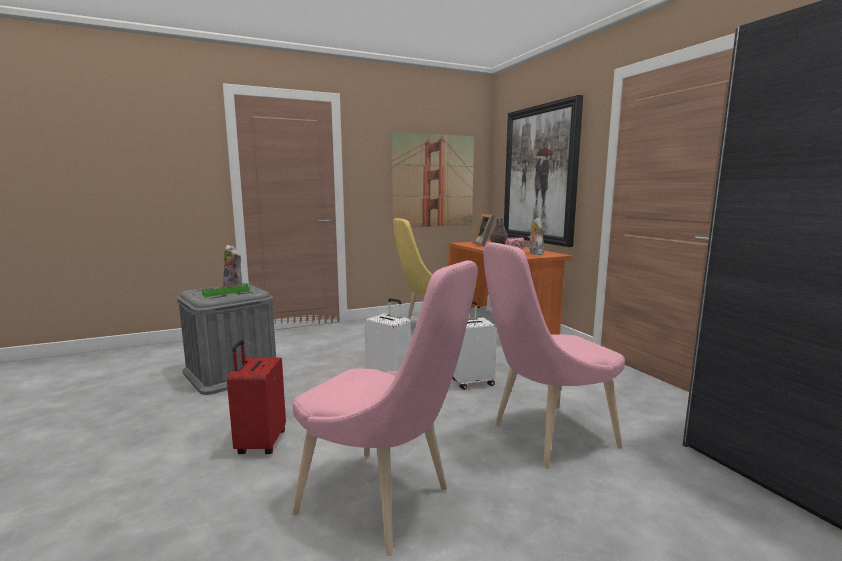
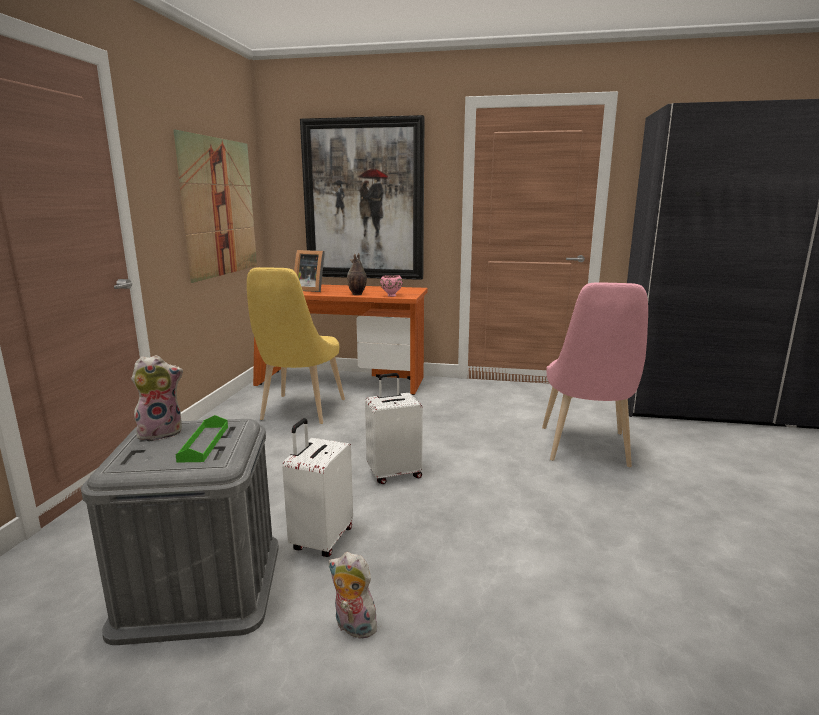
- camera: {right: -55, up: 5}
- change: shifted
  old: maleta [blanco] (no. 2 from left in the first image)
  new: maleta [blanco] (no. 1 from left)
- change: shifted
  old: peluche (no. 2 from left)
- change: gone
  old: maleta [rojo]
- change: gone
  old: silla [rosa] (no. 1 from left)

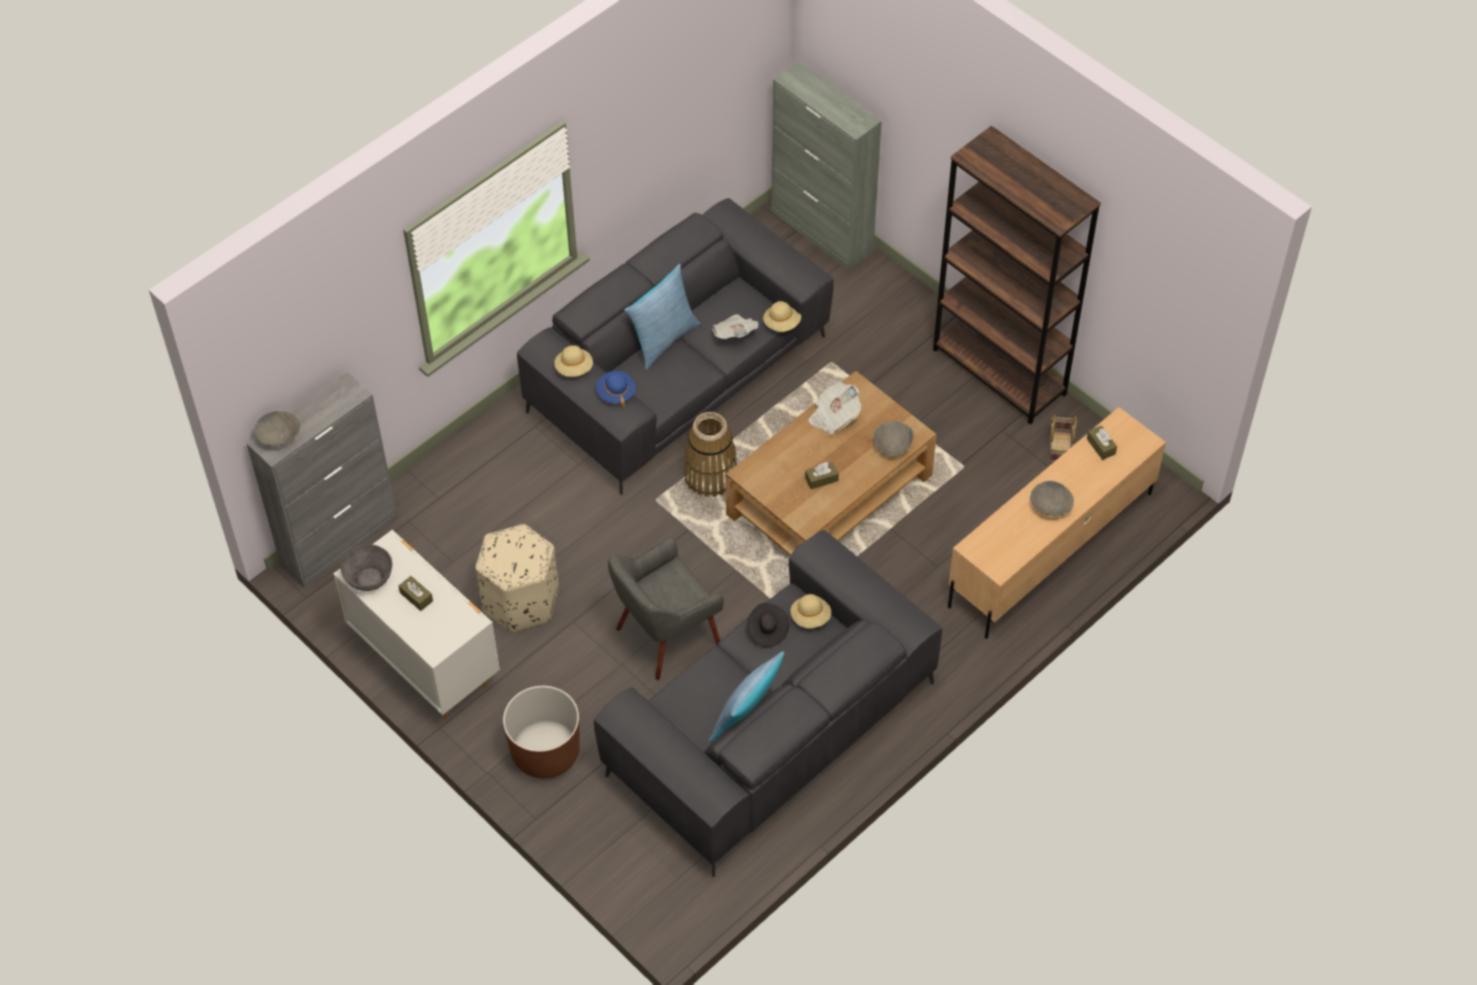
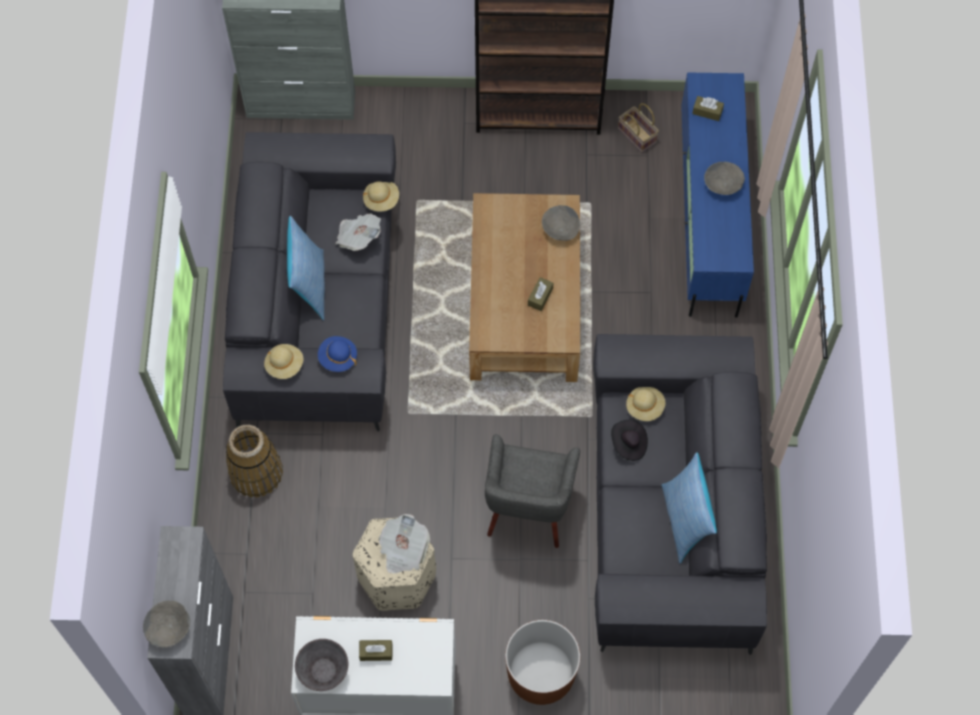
- camera: {right: -45, up: 10}
- change: shifted
  old: cesta (no. 1 from left)
- change: shifted
  old: periódico (no. 2 from left)
- change: repainted
  old: mueble de televisión [beis]
  new: mueble de televisión [azul]

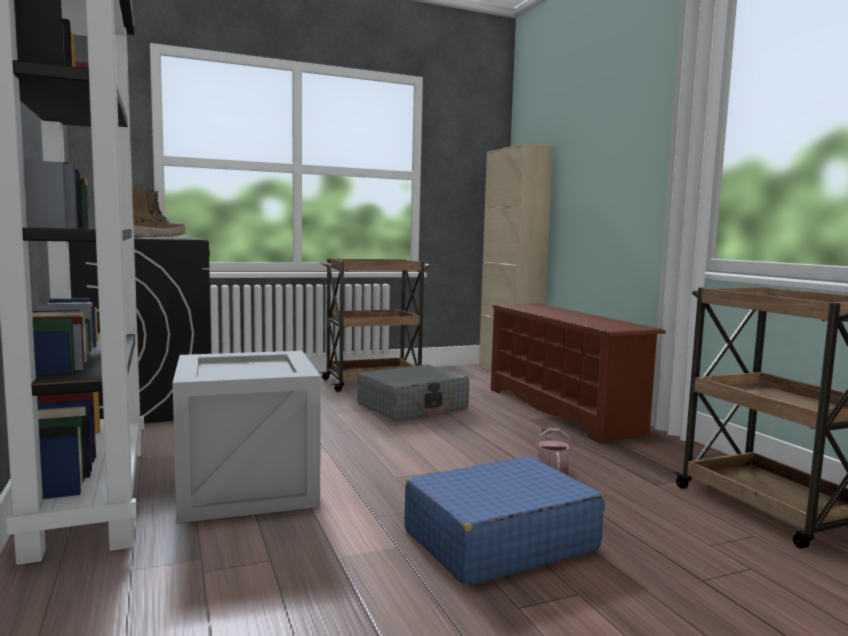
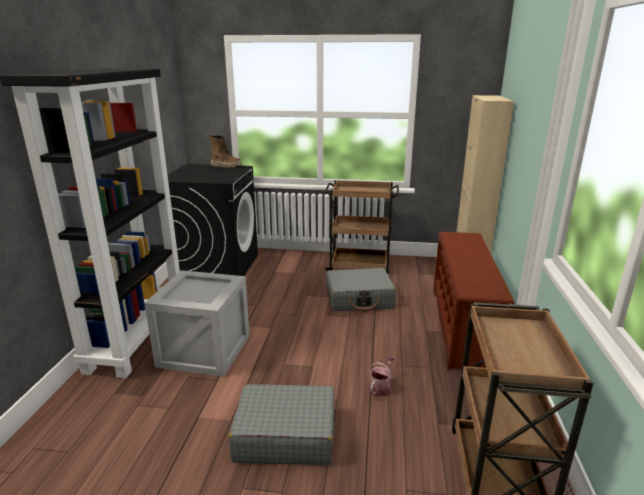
- camera: {right: 30, up: 15}
- change: repainted
  old: maleta [azul]
  new: maleta [gris] (no. 1 from left)

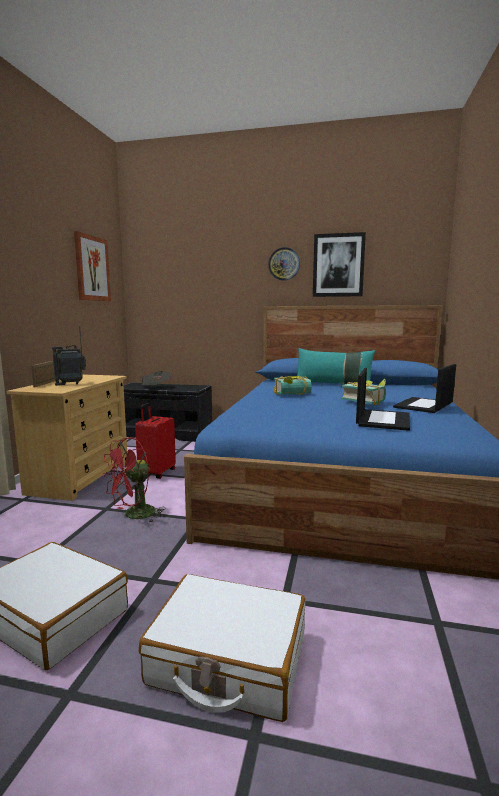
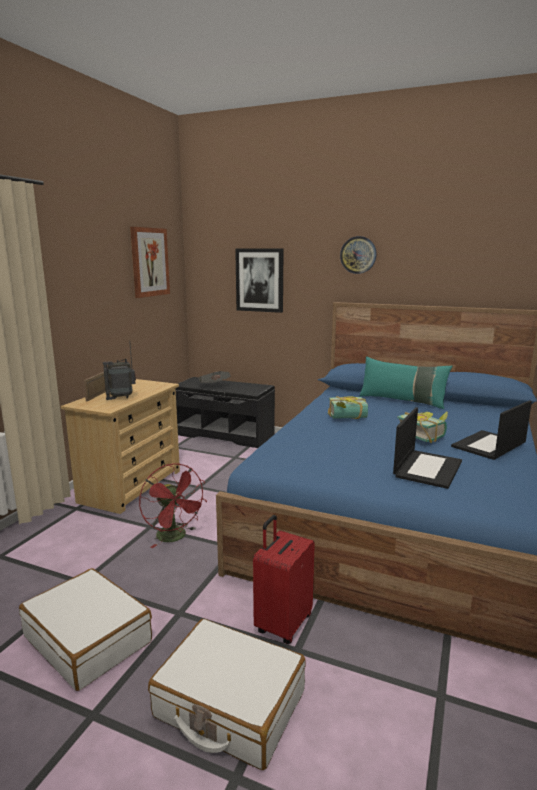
- camera: {right: 10, up: 5}
- change: rotated
  old: ventilador [rojo]
  degrees: -90
- change: shifted
  old: cuadro (no. 2 from left)
- change: shifted
  old: maleta [rojo]

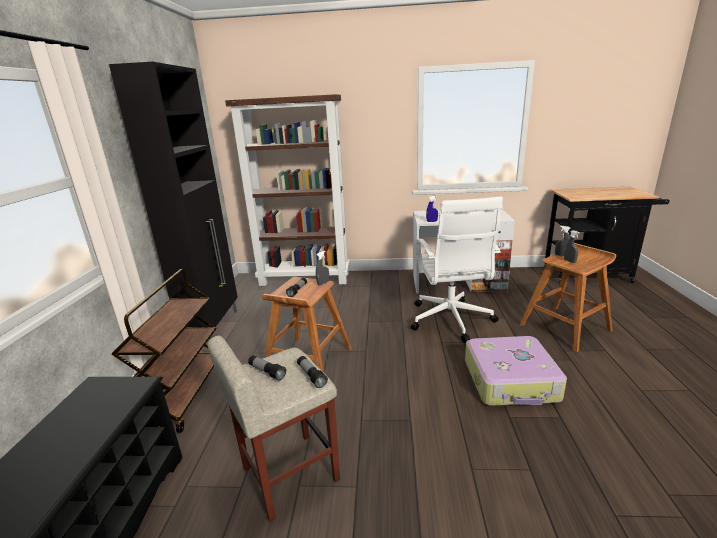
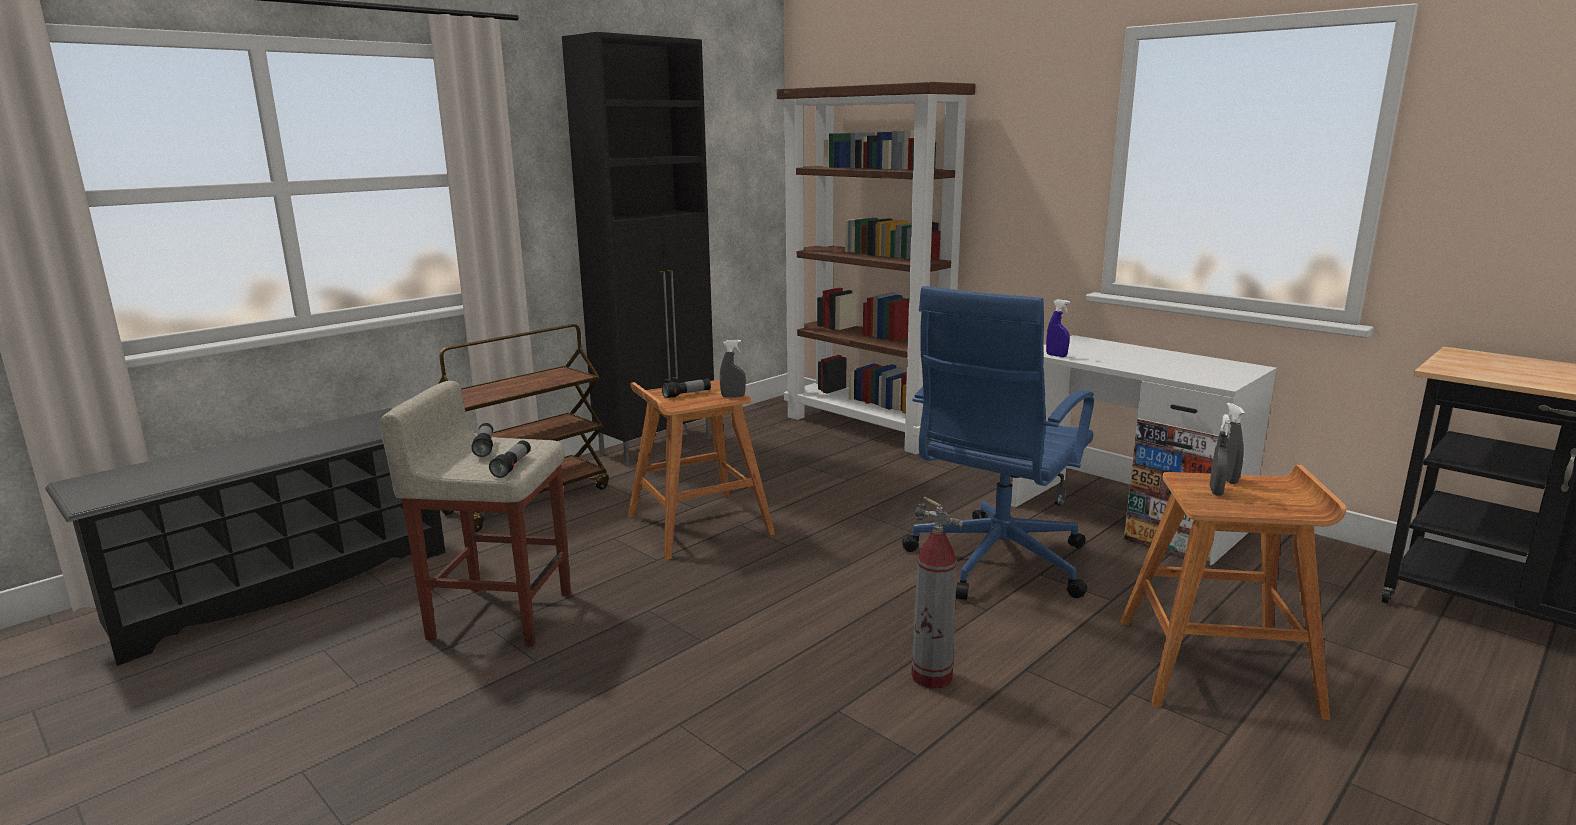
- camera: {right: 40, up: -5}
- change: repainted
  old: silla de oficina [blanco]
  new: silla de oficina [azul]
- change: swapped
  old: maleta
  new: extintor

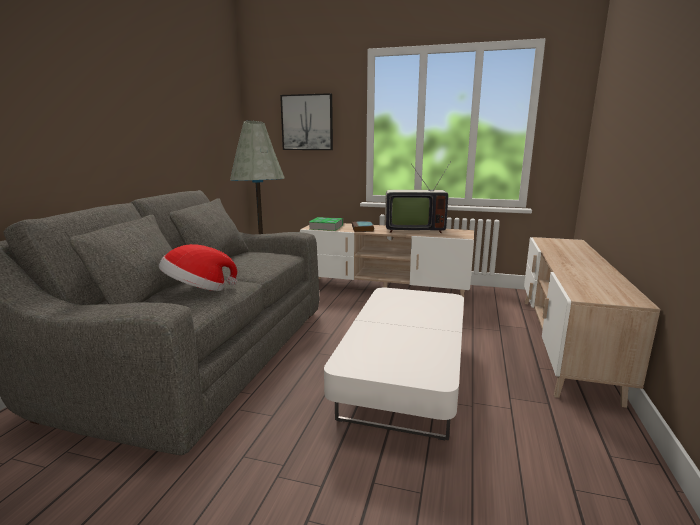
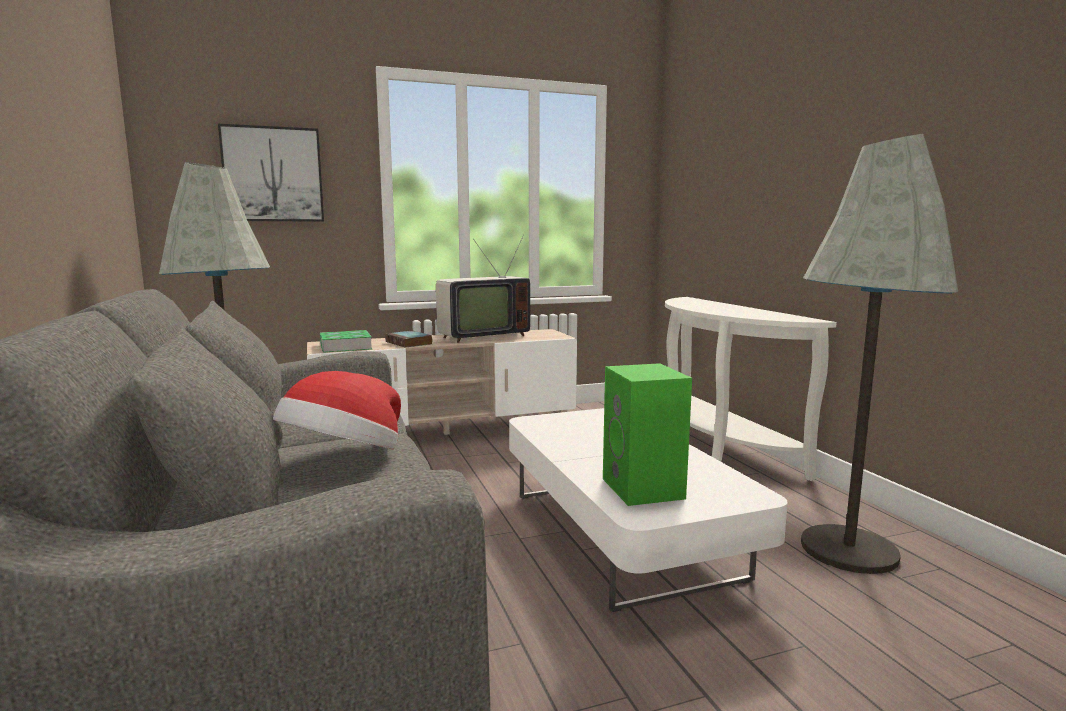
- camera: {right: -35, up: -5}
- change: new
  new: altavoz [verde]
- change: swapped
  old: mueble de televisión [beis] (no. 2 from left)
  new: mesa consola [blanco]
- change: new
  new: lámpara de pie [gris] (no. 2 from left)

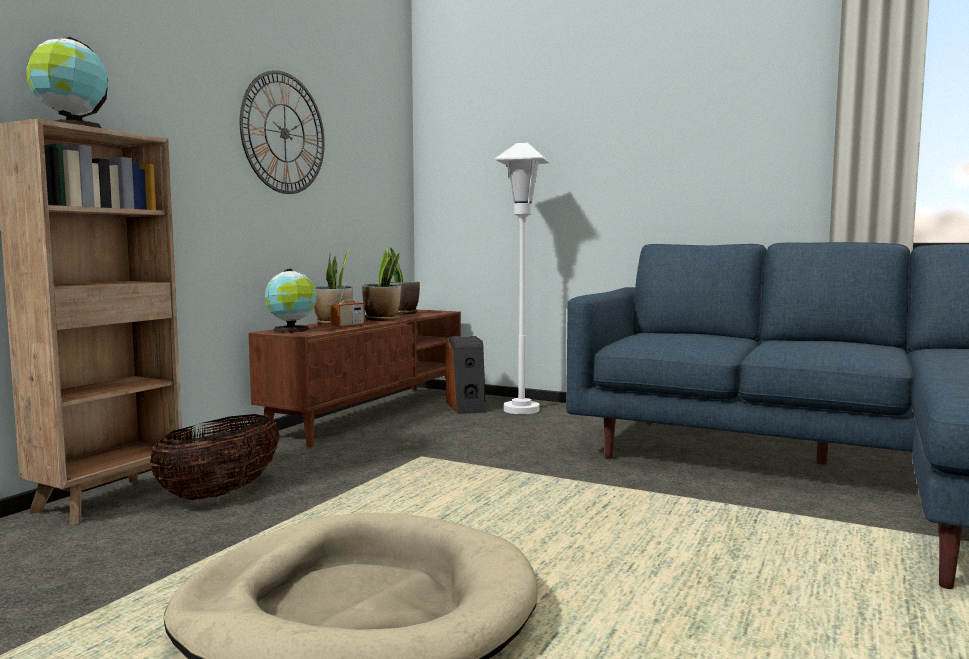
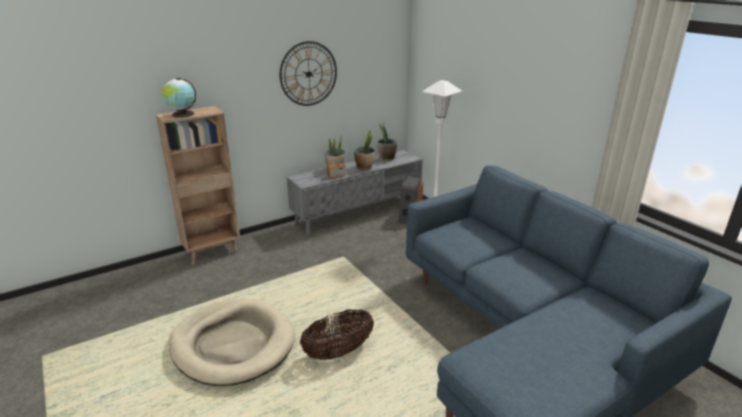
- camera: {right: 30, up: 20}
- change: repainted
  old: mueble de televisión [marrón]
  new: mueble de televisión [gris]
- change: shifted
  old: cesta
- change: gone
  old: globo terráqueo (no. 2 from left)

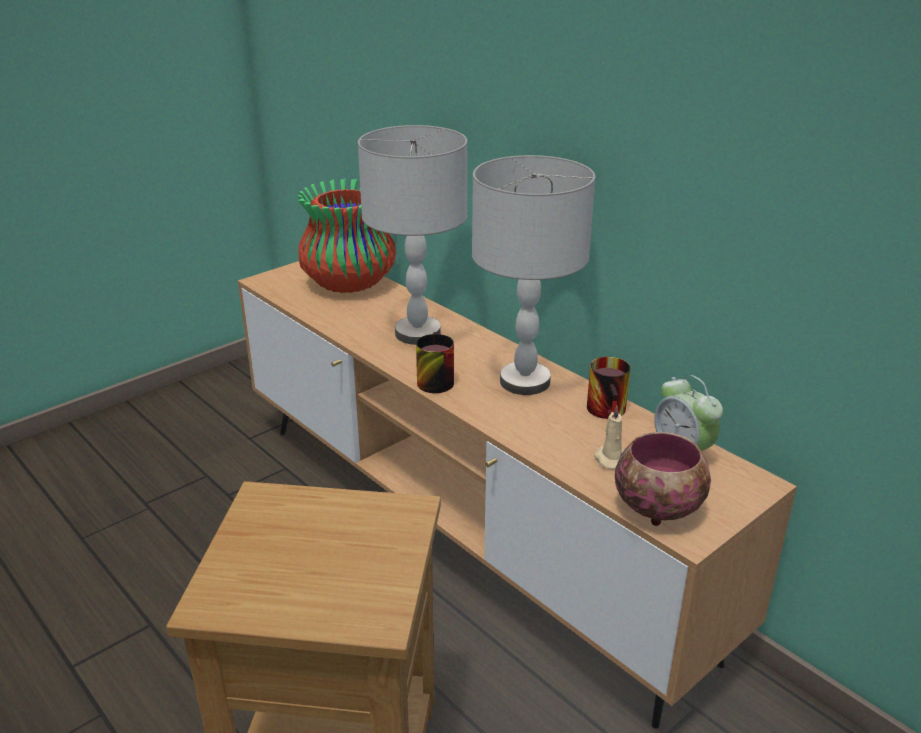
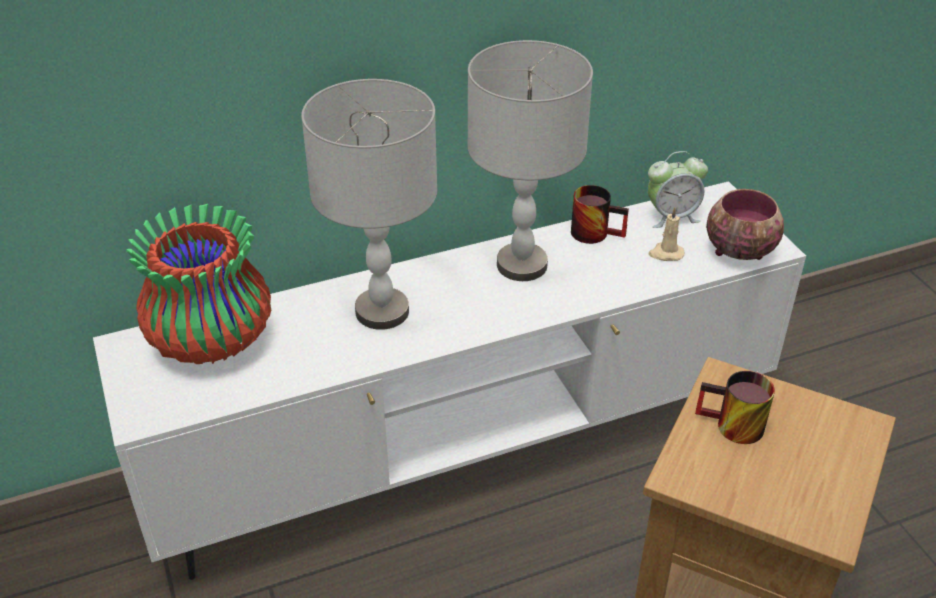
- camera: {right: -70, up: 10}
- change: repainted
  old: mueble de televisión [marrón]
  new: mueble de televisión [blanco]
- change: shifted
  old: taza grande (no. 1 from left in the first image)
  new: taza grande (no. 2 from left)

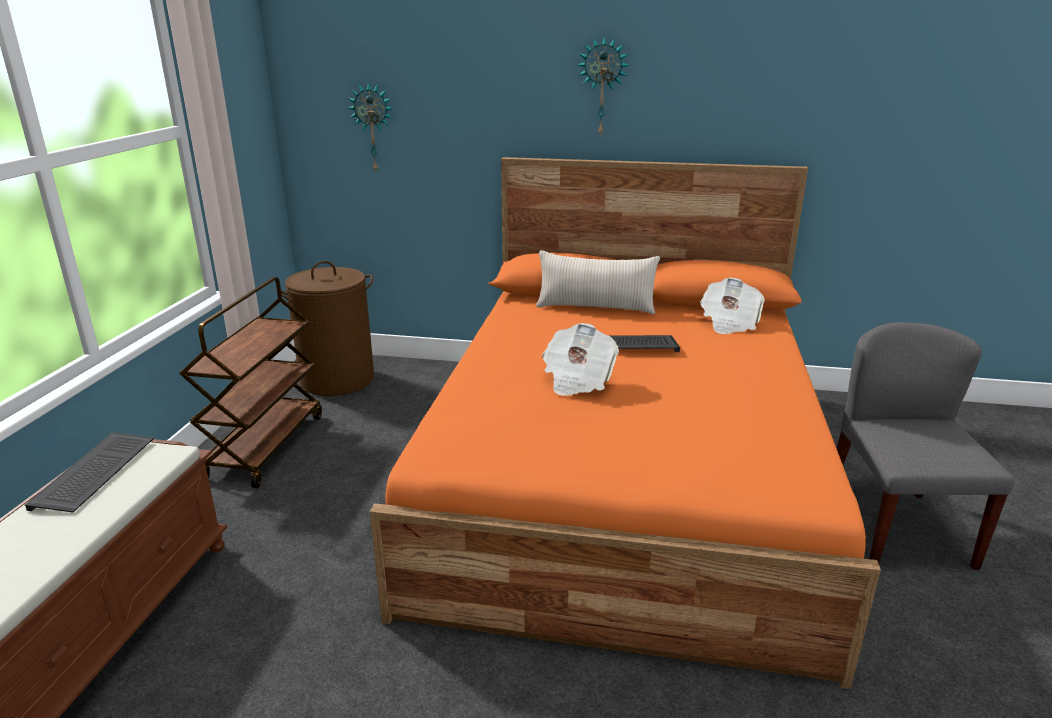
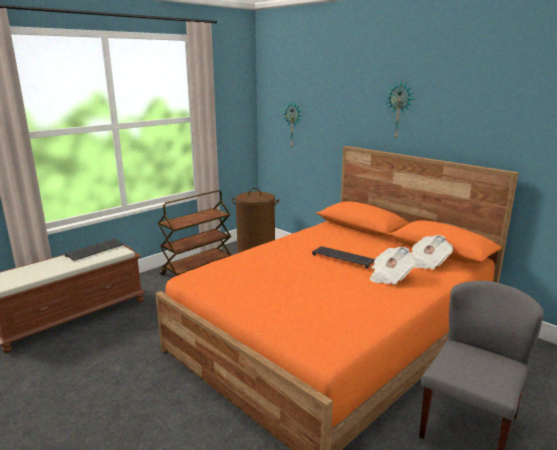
- camera: {right: 35, up: -5}
- change: shifted
  old: periódico (no. 1 from left)
- change: gone
  old: cojín [beis]

